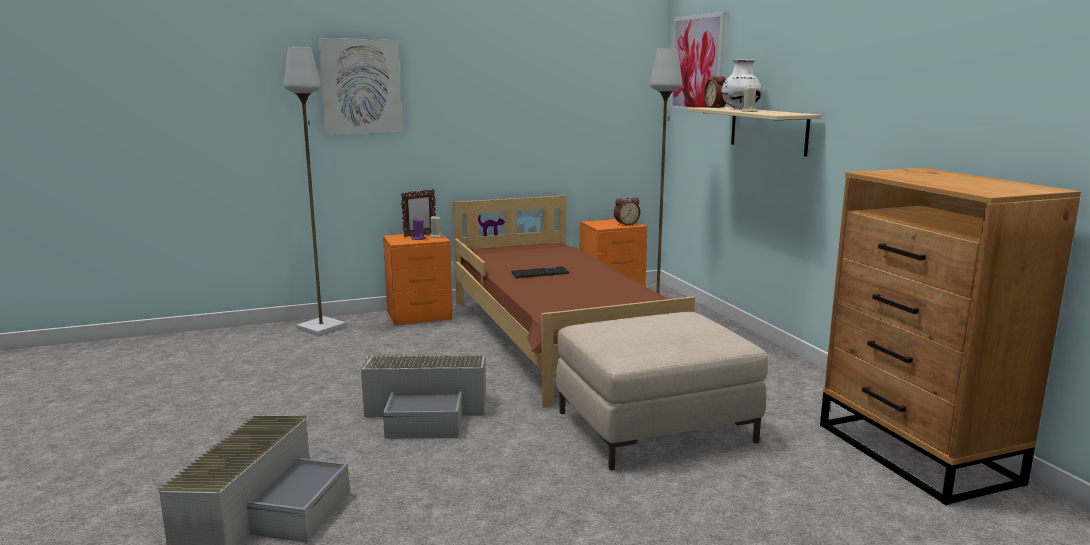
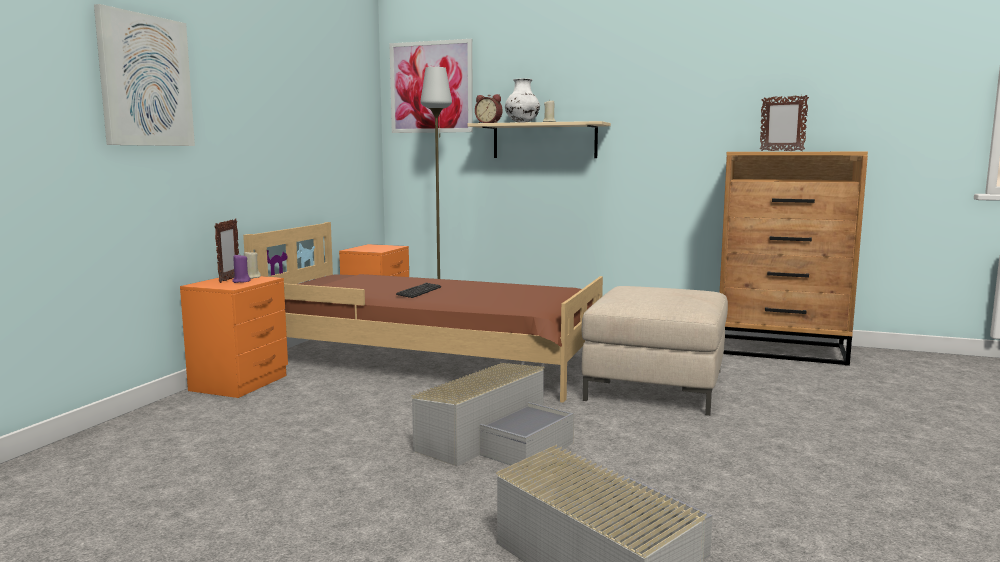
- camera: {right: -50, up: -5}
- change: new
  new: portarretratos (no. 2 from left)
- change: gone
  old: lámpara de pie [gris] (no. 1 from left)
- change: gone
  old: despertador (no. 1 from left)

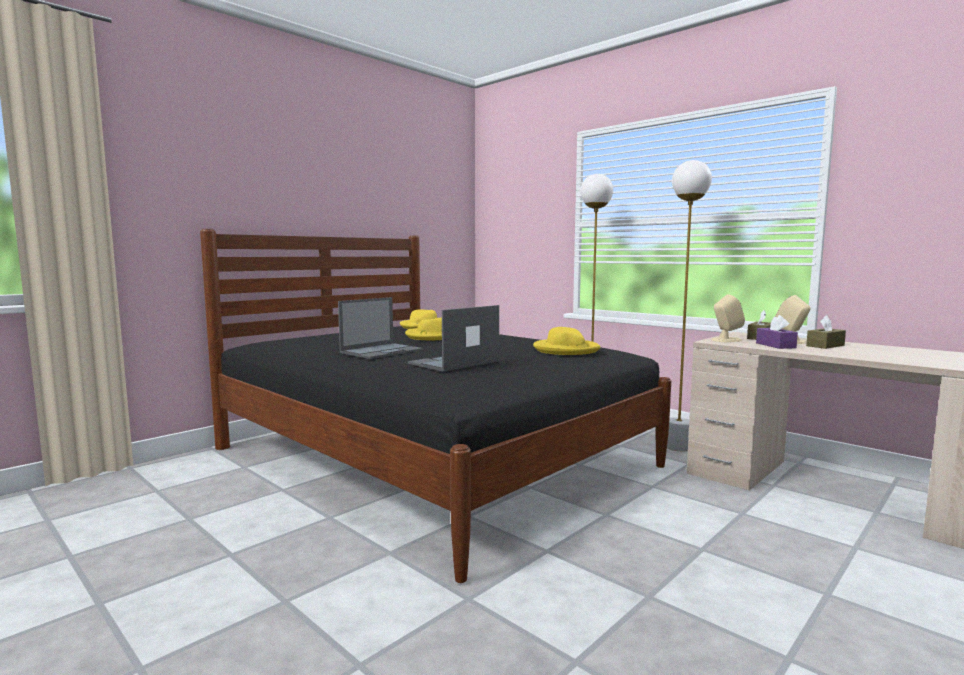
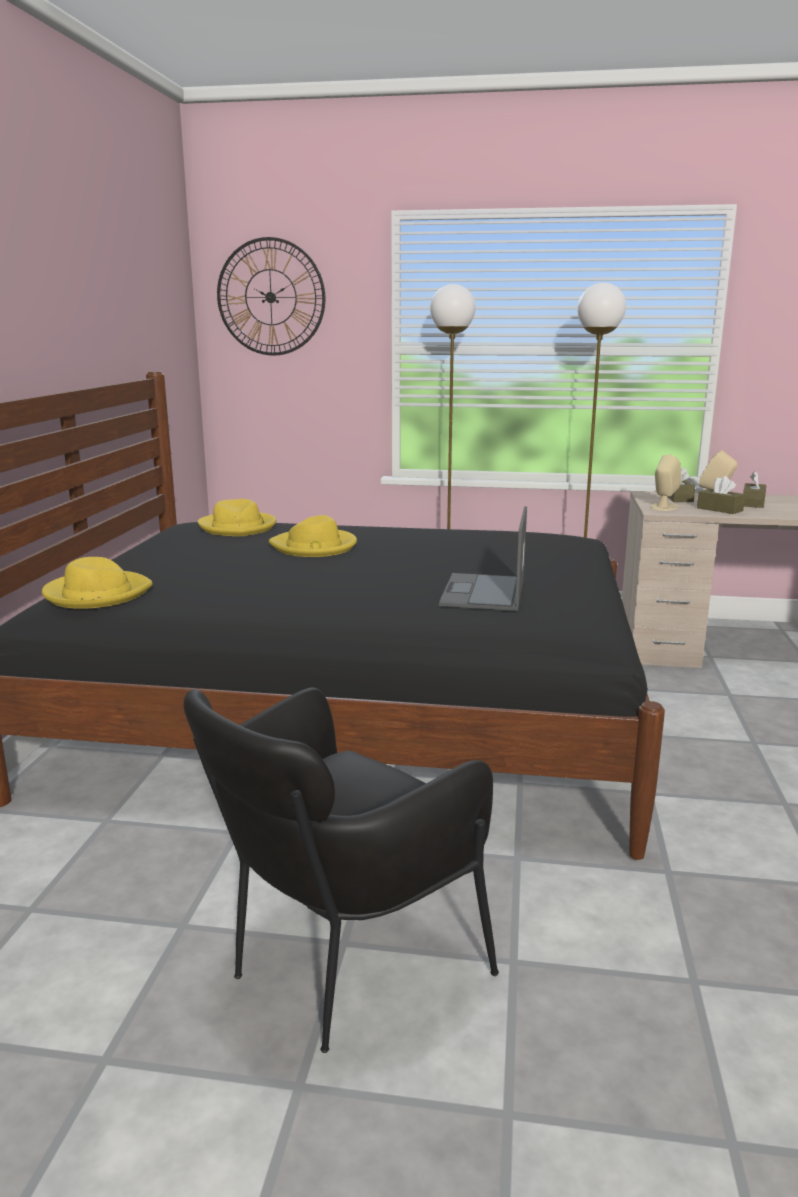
- camera: {right: -35, up: 10}
- change: shifted
  old: sombrero [amarillo] (no. 3 from left in the first image)
  new: sombrero [amarillo] (no. 1 from left)
- change: new
  new: sillón [negro]
- change: new
  new: reloj de pared
- change: repainted
  old: caja de pañuelos [morado]
  new: caja de pañuelos [marrón] (no. 2 from left)
- change: gone
  old: portátil (no. 1 from left)

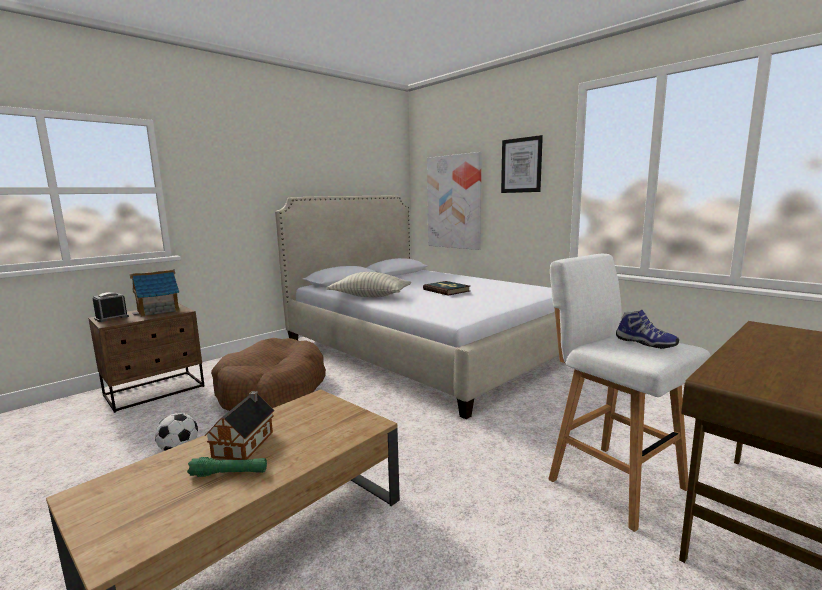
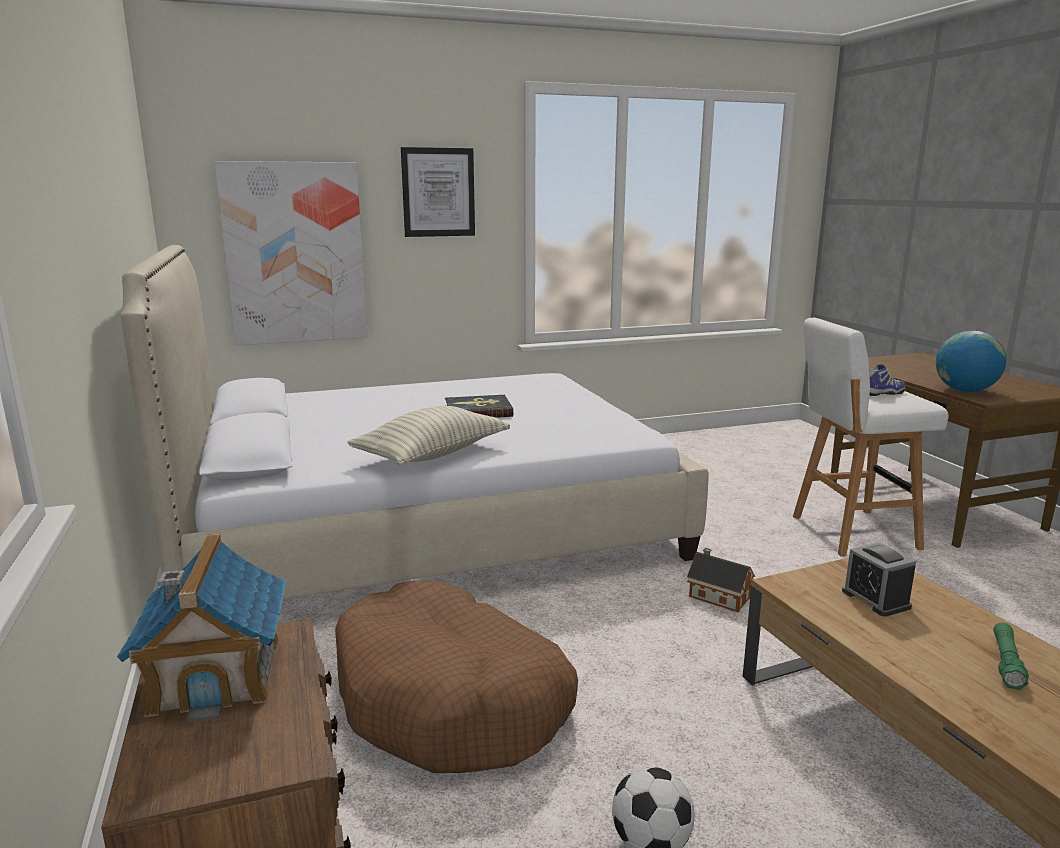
- camera: {right: -65, up: 5}
- change: shifted
  old: casita (no. 2 from left)
- change: shifted
  old: despertador
- change: new
  new: globo terráqueo

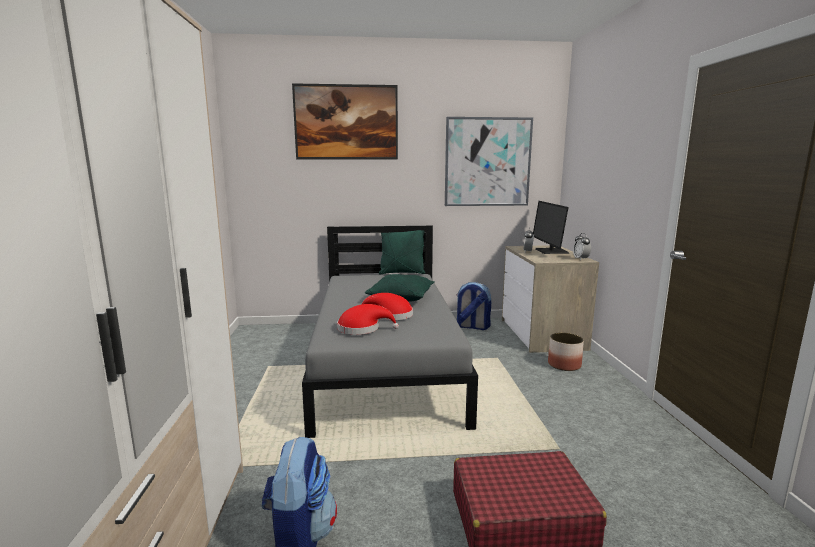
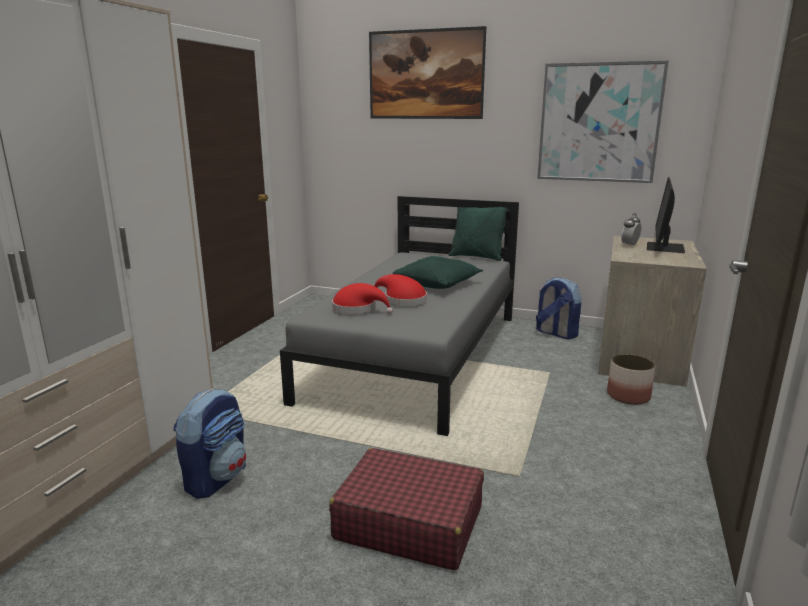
- camera: {right: 25, up: 5}
- change: gone
  old: despertador (no. 2 from left)

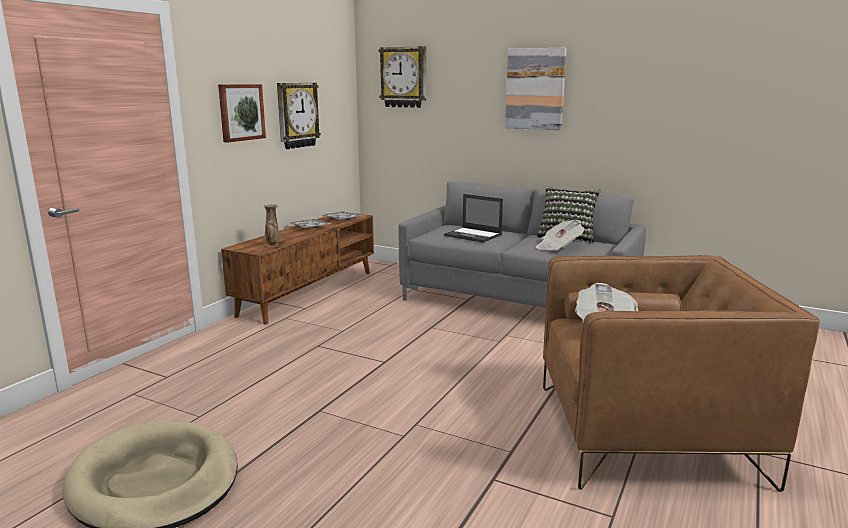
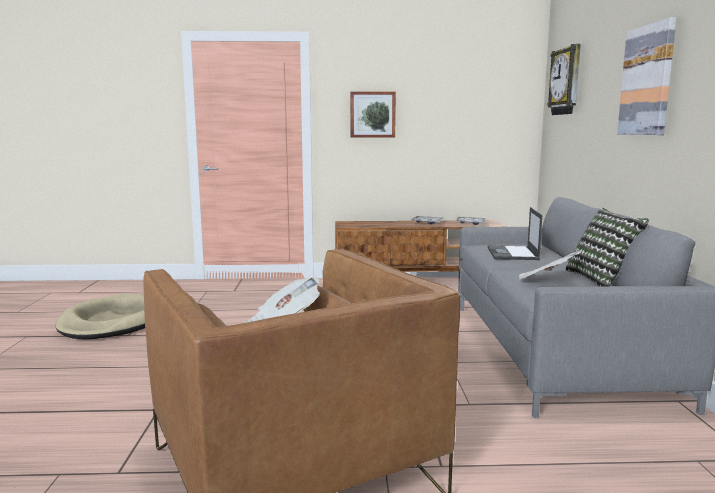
- camera: {right: 60, up: -5}
- change: gone
  old: florero
- change: gone
  old: reloj de pared (no. 1 from left)

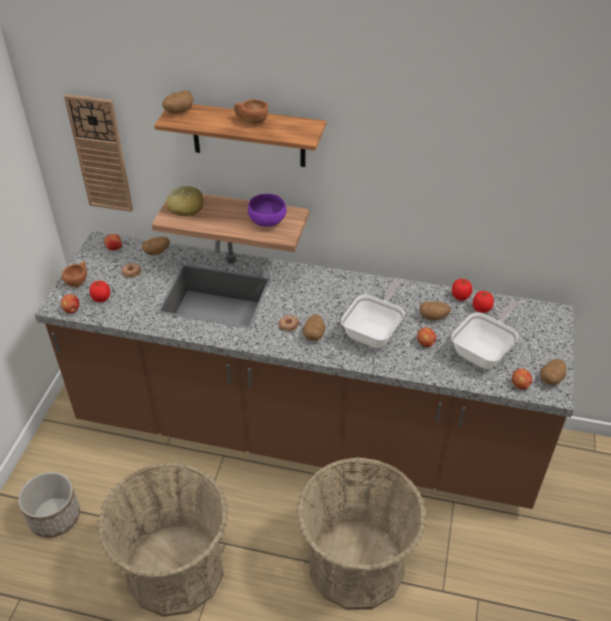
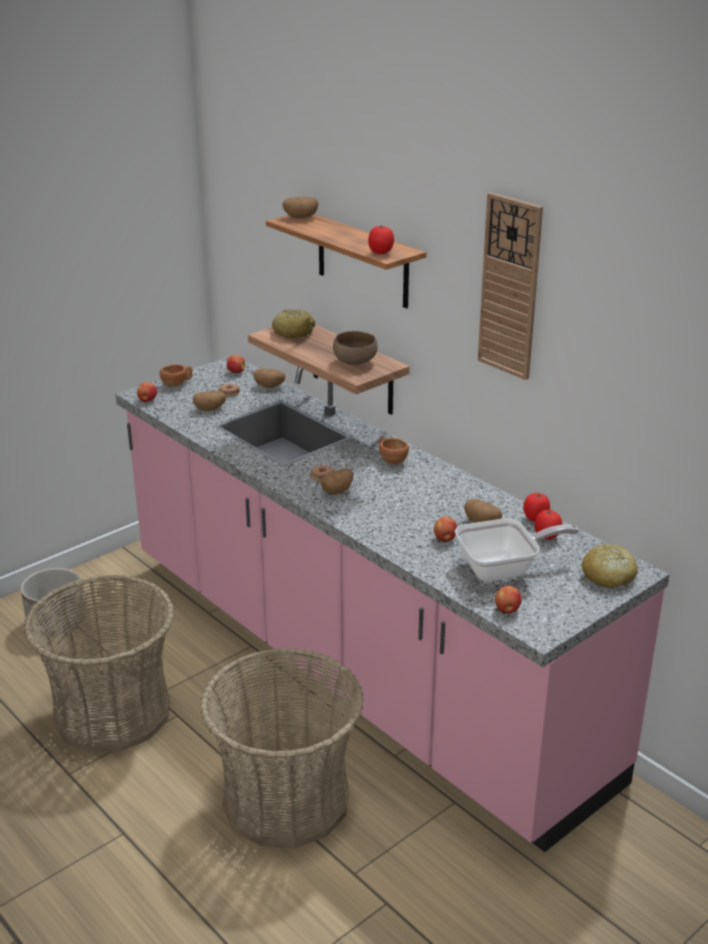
- camera: {right: 35, up: -15}
- change: repainted
  old: mueble bajo de cocina [marrón]
  new: mueble bajo de cocina [rosa]
- change: shifted
  old: patata (no. 5 from left in the first image)
  new: patata (no. 1 from left)
- change: repainted
  old: cuenco [morado]
  new: cuenco [marrón]
- change: shifted
  old: tomate (no. 1 from left)
- change: shifted
  old: taza [marrón] (no. 2 from left)
- change: shifted
  old: reloj de pared
- change: new
  new: pan (no. 2 from left)
- change: gone
  old: sartén (no. 1 from left)

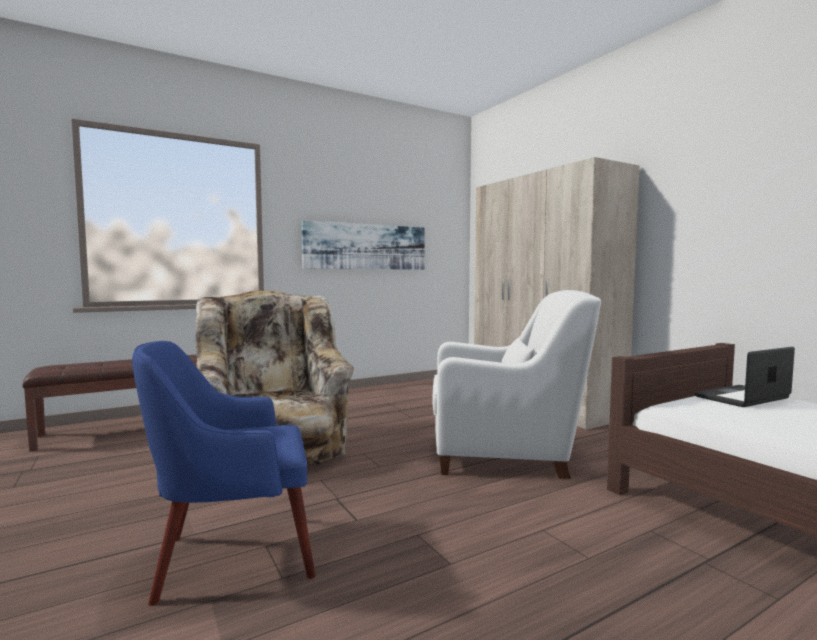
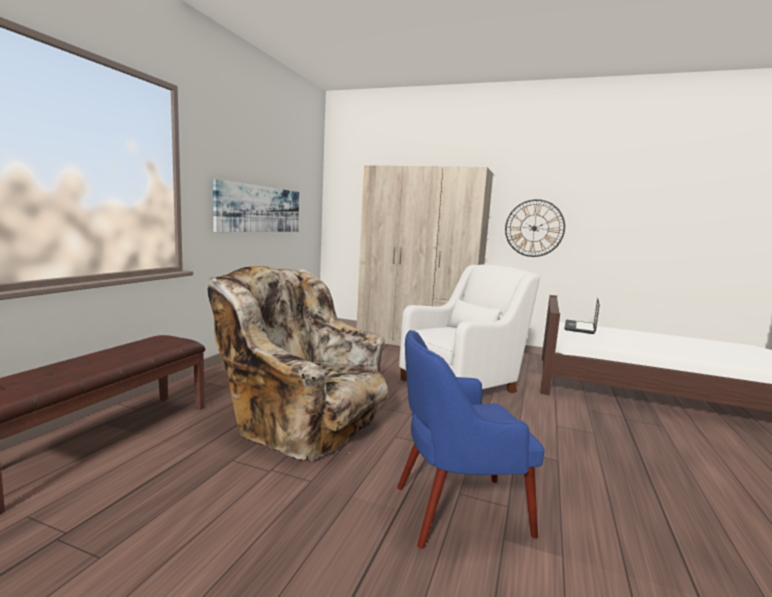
- camera: {right: -40, up: 5}
- change: rotated
  old: sillón [azul]
  degrees: 45
- change: new
  new: reloj de pared

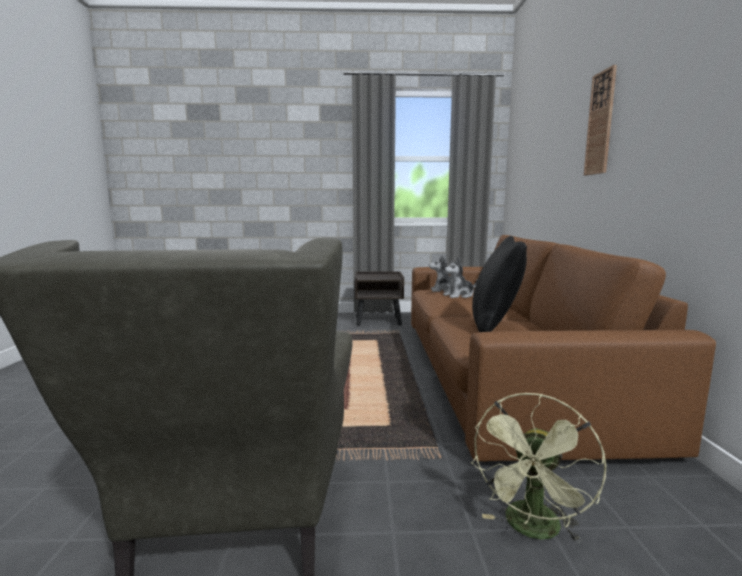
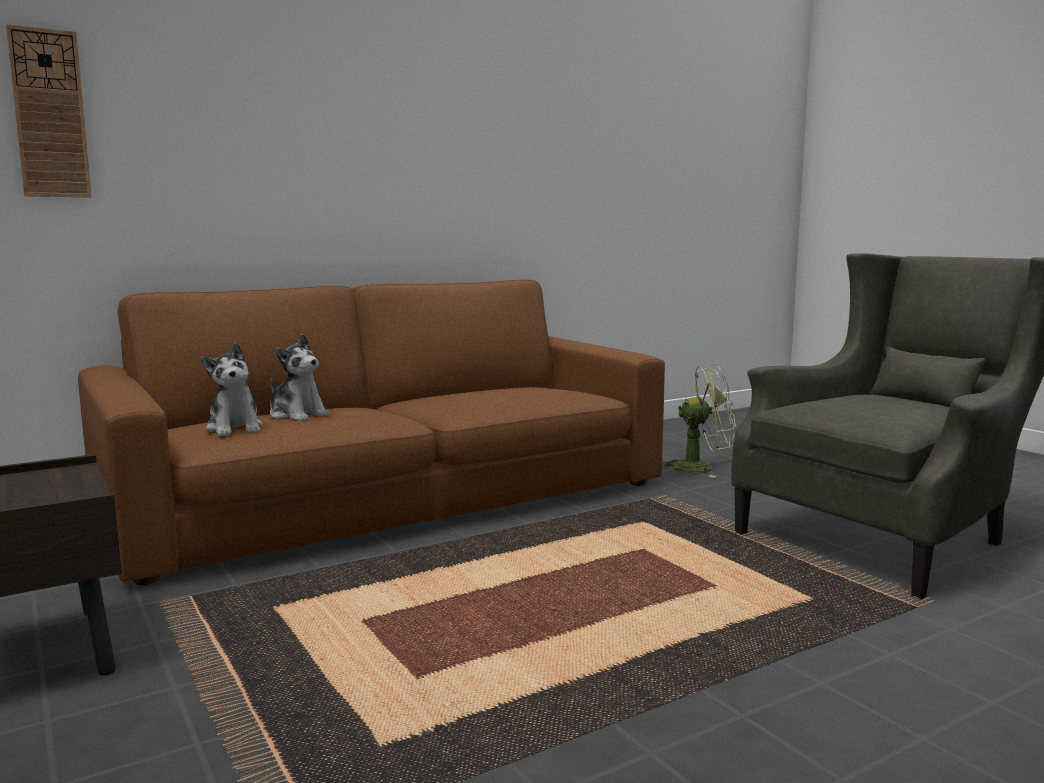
- camera: {right: -120, up: 0}
- change: shifted
  old: reloj de pared
- change: gone
  old: cojín [negro]

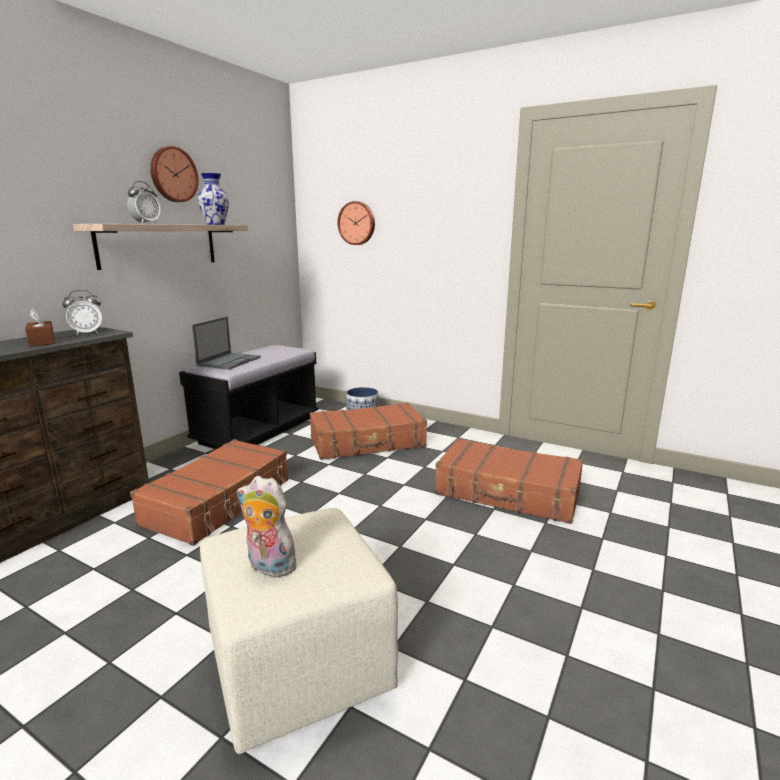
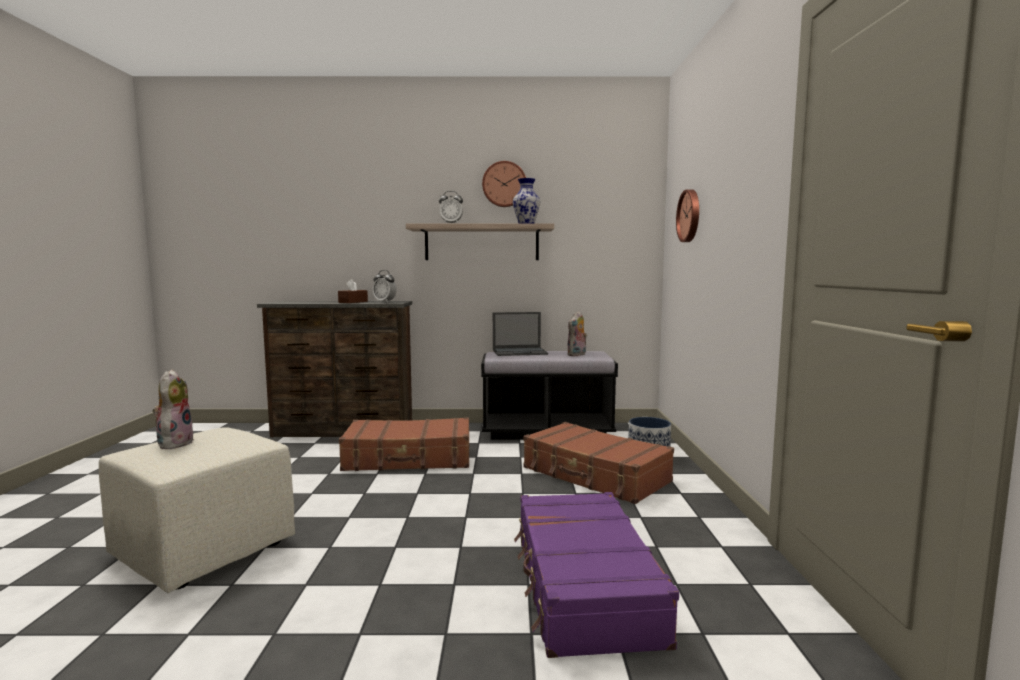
- camera: {right: 60, up: -10}
- change: repainted
  old: maleta [marrón] (no. 3 from left)
  new: maleta [morado]
- change: new
  new: peluche (no. 2 from left)

